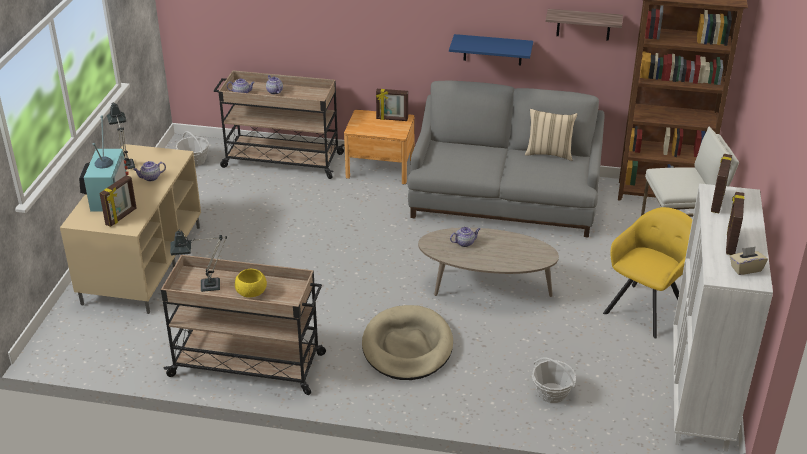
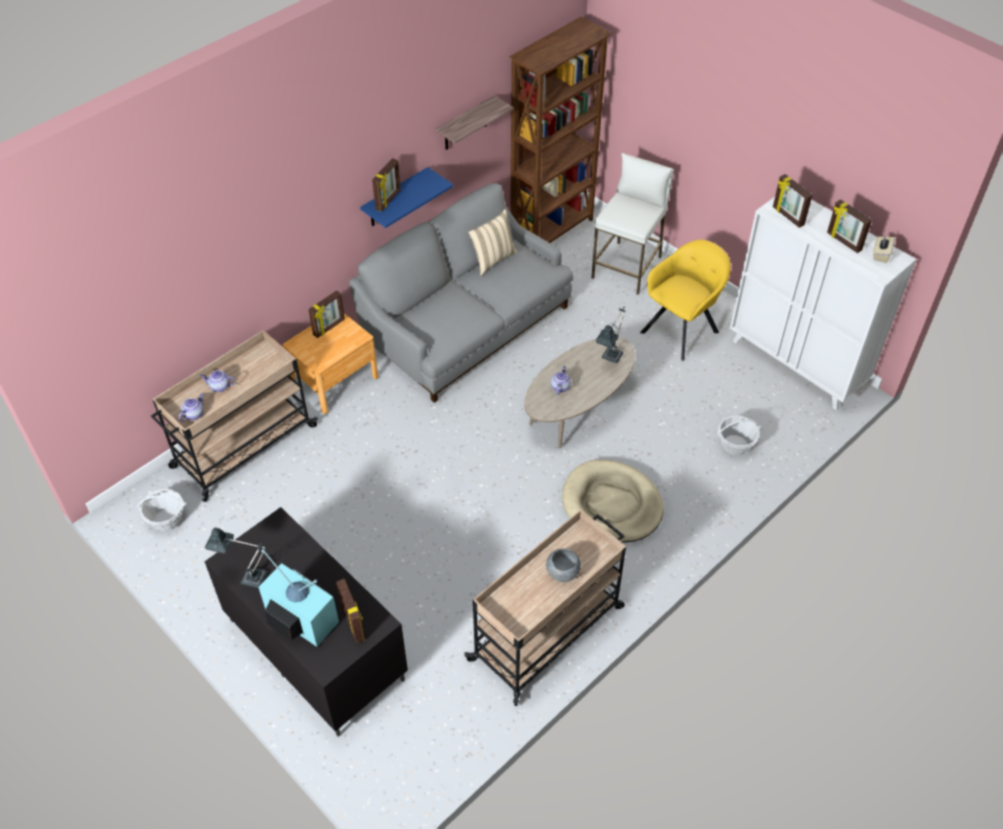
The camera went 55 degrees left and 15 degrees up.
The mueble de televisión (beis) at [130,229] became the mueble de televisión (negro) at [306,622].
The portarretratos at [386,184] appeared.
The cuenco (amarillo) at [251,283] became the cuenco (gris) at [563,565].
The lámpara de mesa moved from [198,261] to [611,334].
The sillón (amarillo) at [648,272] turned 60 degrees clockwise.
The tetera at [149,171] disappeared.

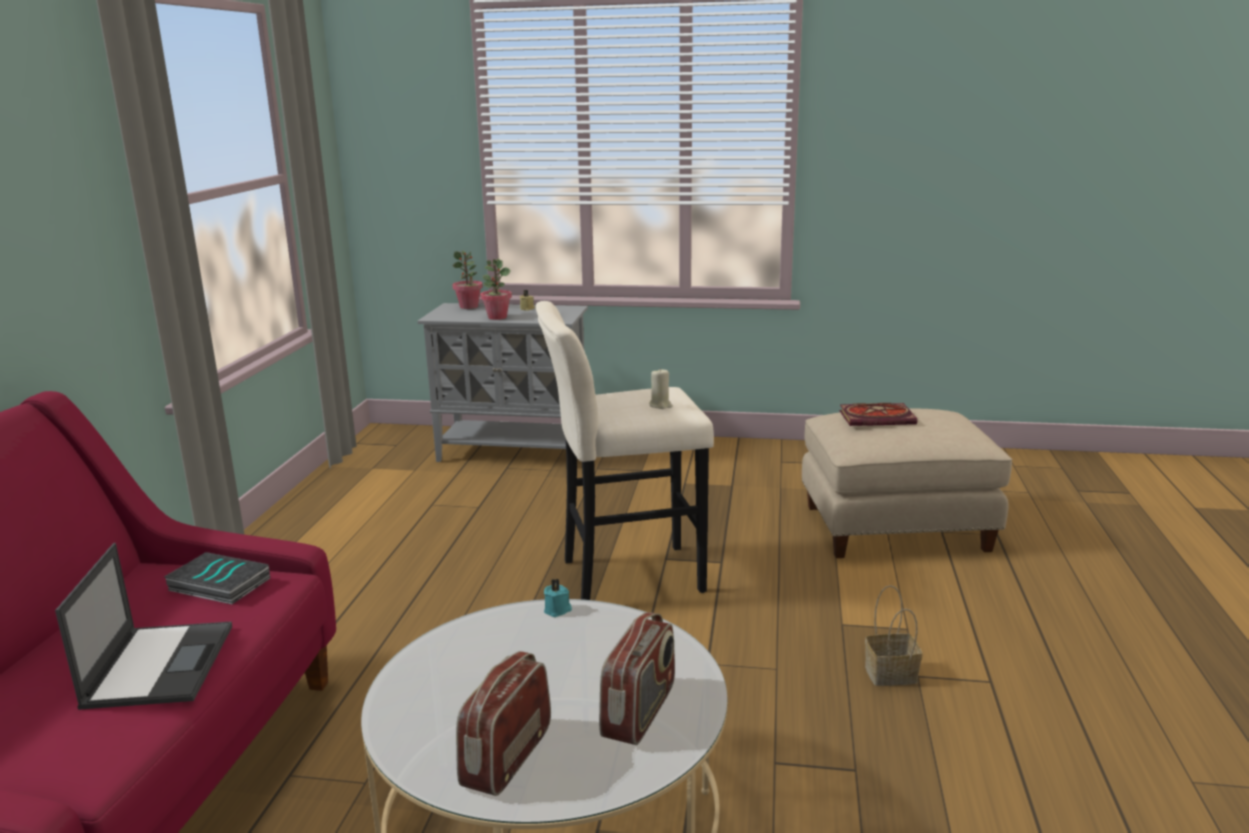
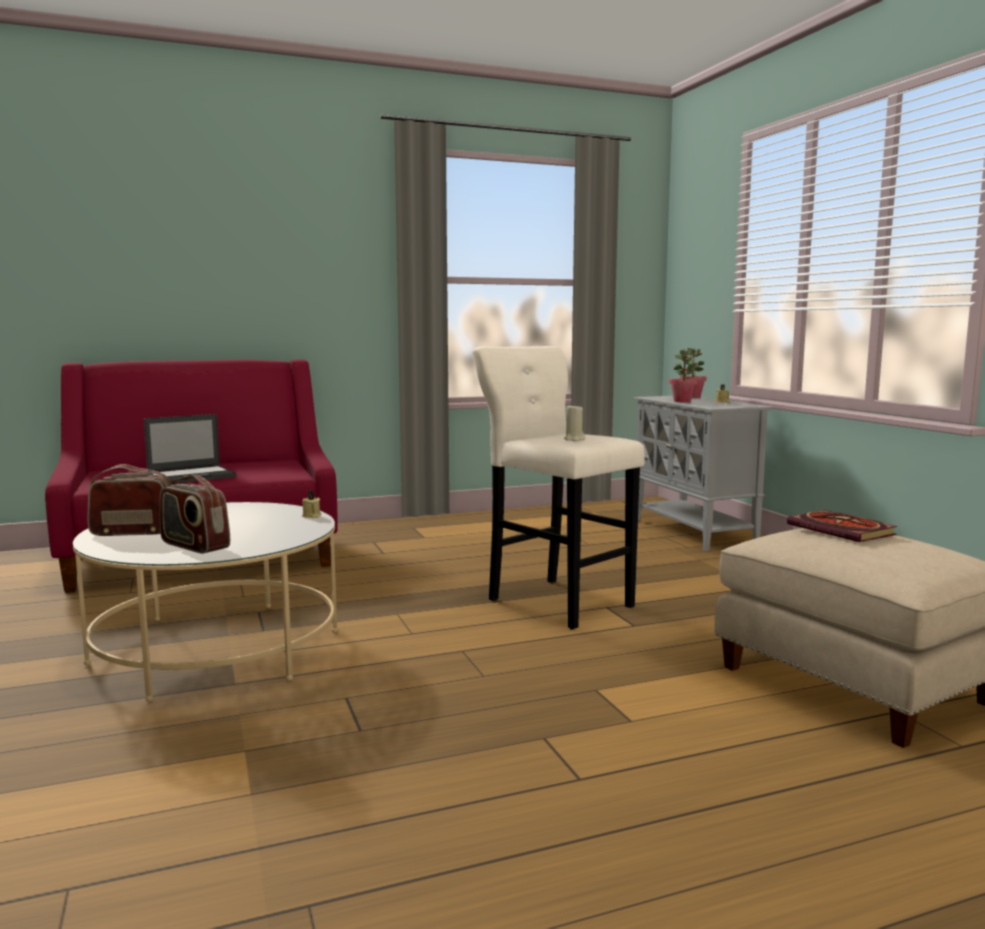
The camera went 60 degrees right and 10 degrees down.
The radio at [637,678] turned 45 degrees clockwise.
The vela (turquesa) at [558,598] became the vela (beis) at [312,504].
The libro at [217,578] disappeared.
The cesta at [893,635] disappeared.

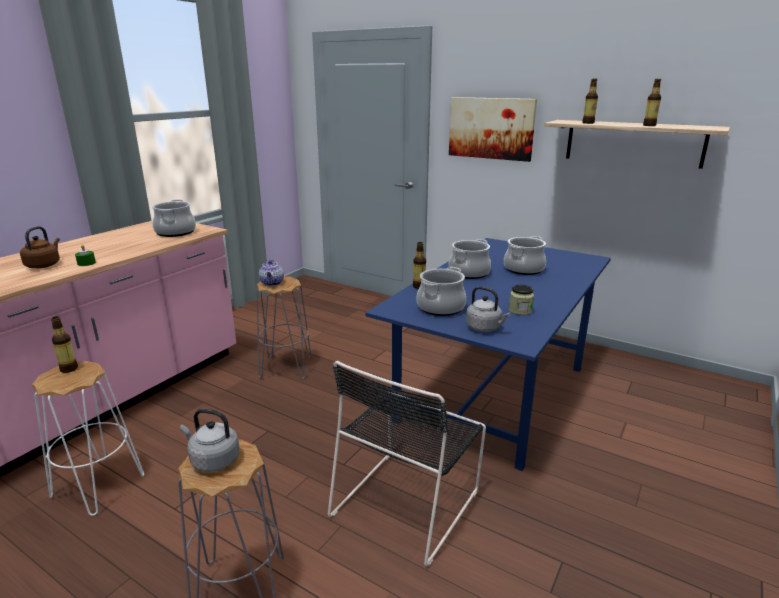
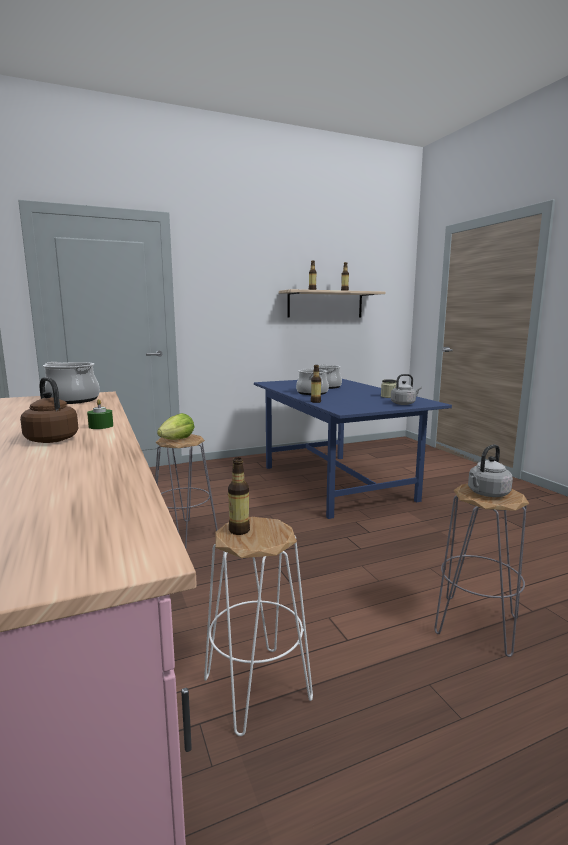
The camera went 55 degrees left and 10 degrees down.
The tetera at [271,273] was replaced by the lechuga at [175,426].
The silla (negro) at [407,463] disappeared.
The olla at [441,291] disappeared.
The cuadro at [493,129] disappeared.

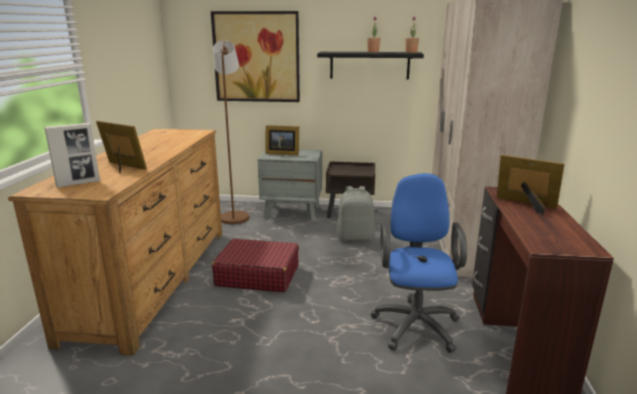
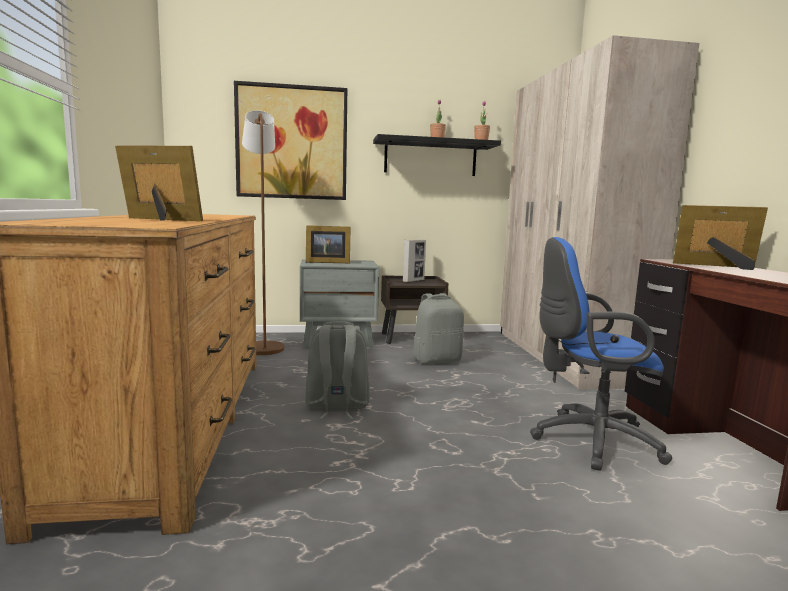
The camera went 15 degrees left and 10 degrees down.
The maleta (rojo) at [255,265] was replaced by the mochila (gris) at [337,370].
The portarretratos moved from [72,155] to [414,260].
The silla de oficina (azul) at [419,263] turned 75 degrees counterclockwise.

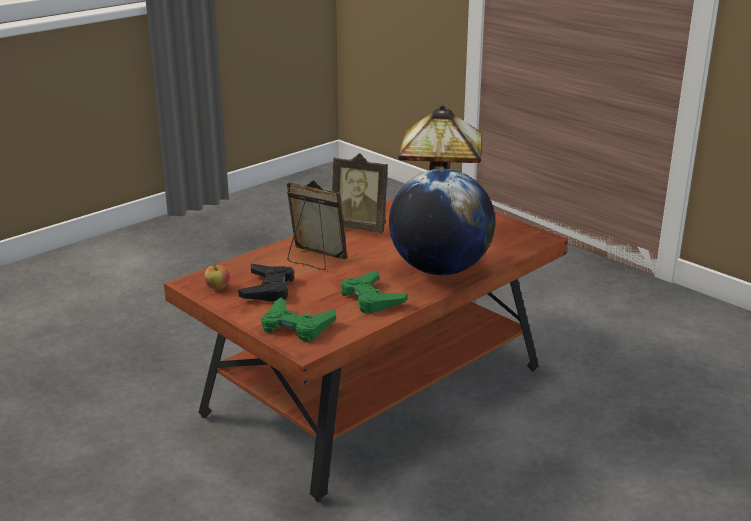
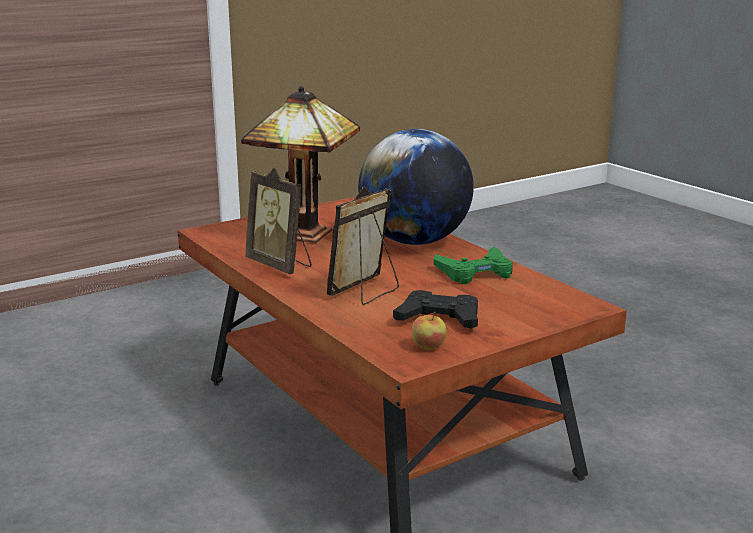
The camera went 80 degrees left and 5 degrees down.
The portarretratos at [360,193] turned 105 degrees clockwise.
The mando de consola (verde) at [299,319] disappeared.

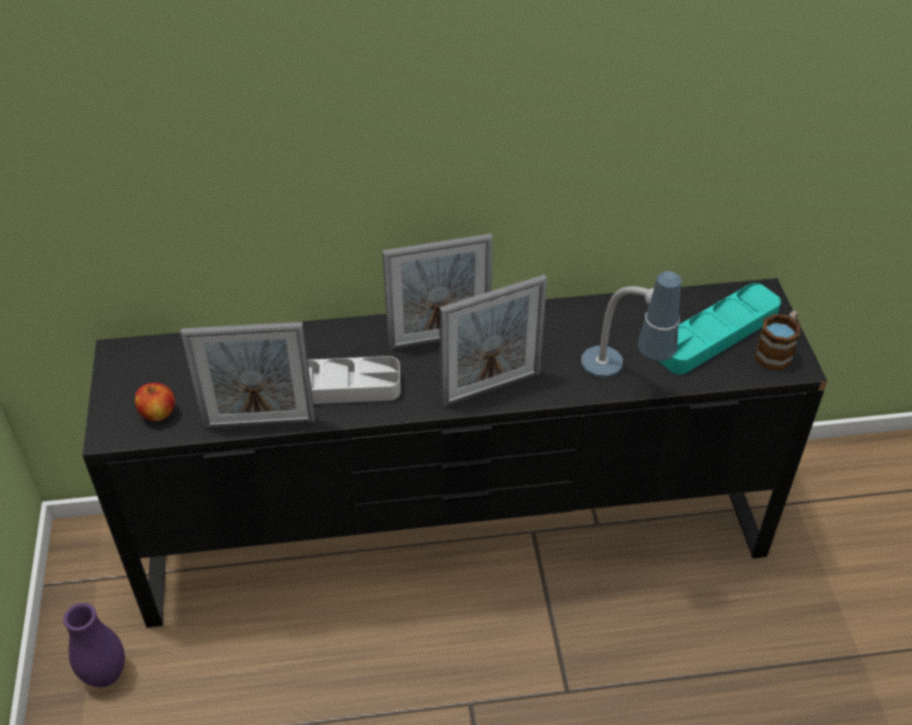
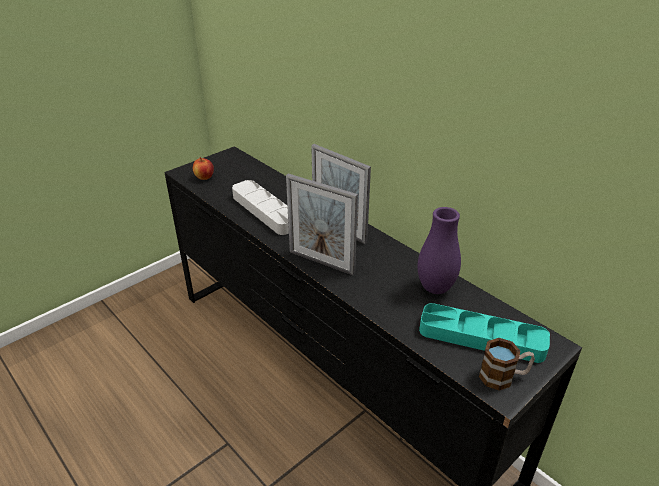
The camera went 55 degrees right and 10 degrees down.
The florero (morado) moved from [94,645] to [439,250].
The portarretratos at [248,375] disappeared.
The lámpara de mesa at [631,324] disappeared.

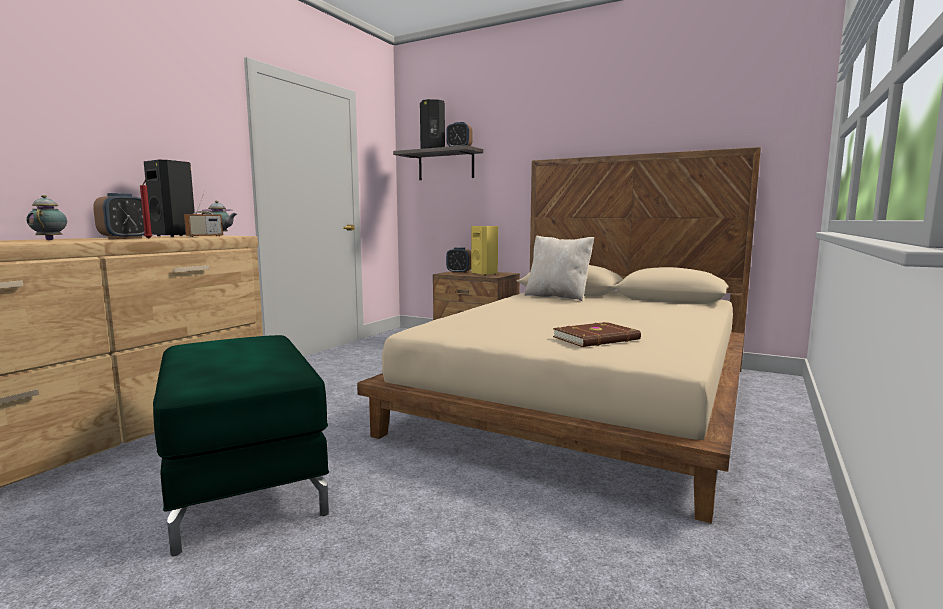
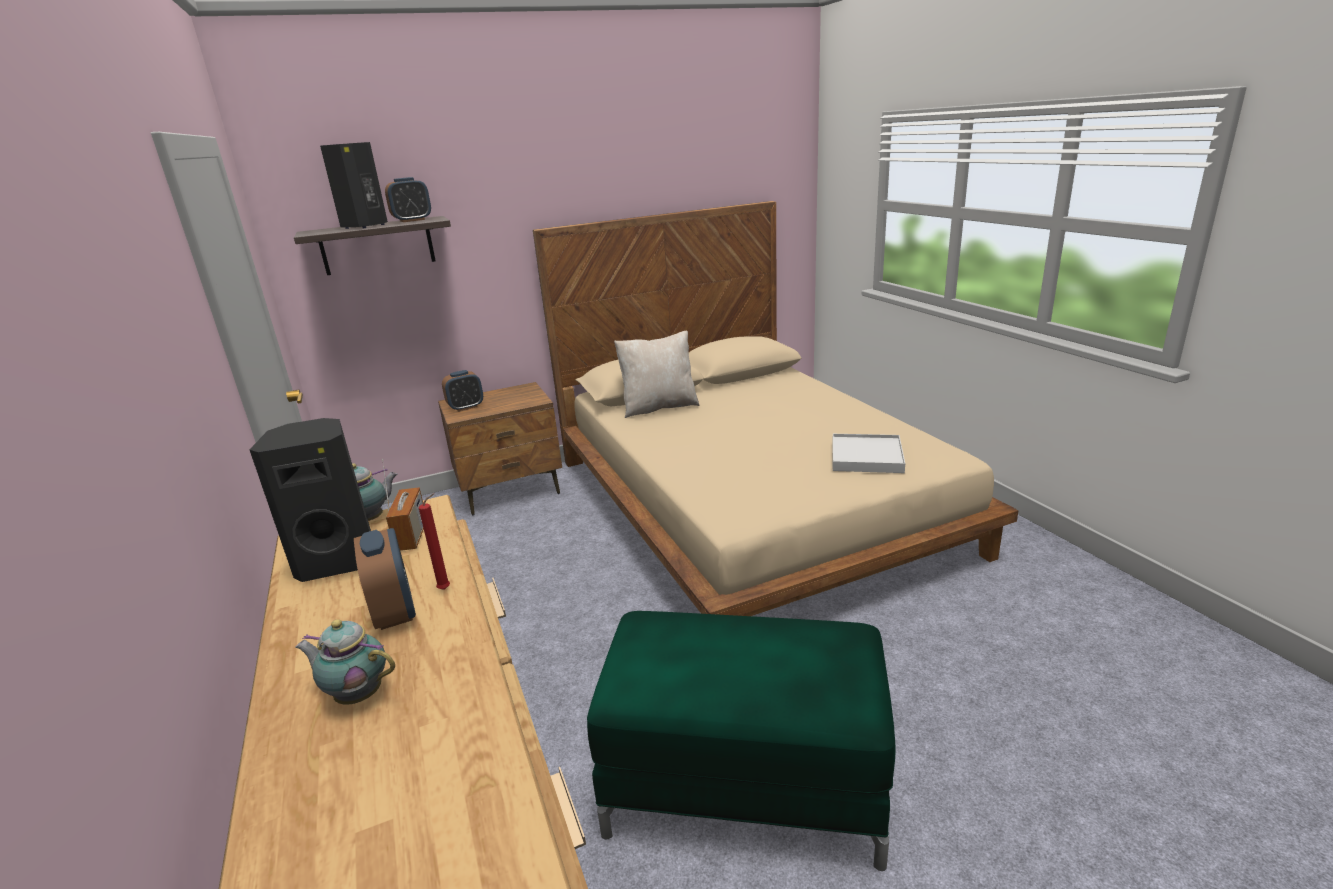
The camera went 50 degrees left and 15 degrees up.
The libro (marrón) at [597,334] was replaced by the bandeja (blanco) at [868,453].
The altavoz (amarillo) at [484,251] disappeared.

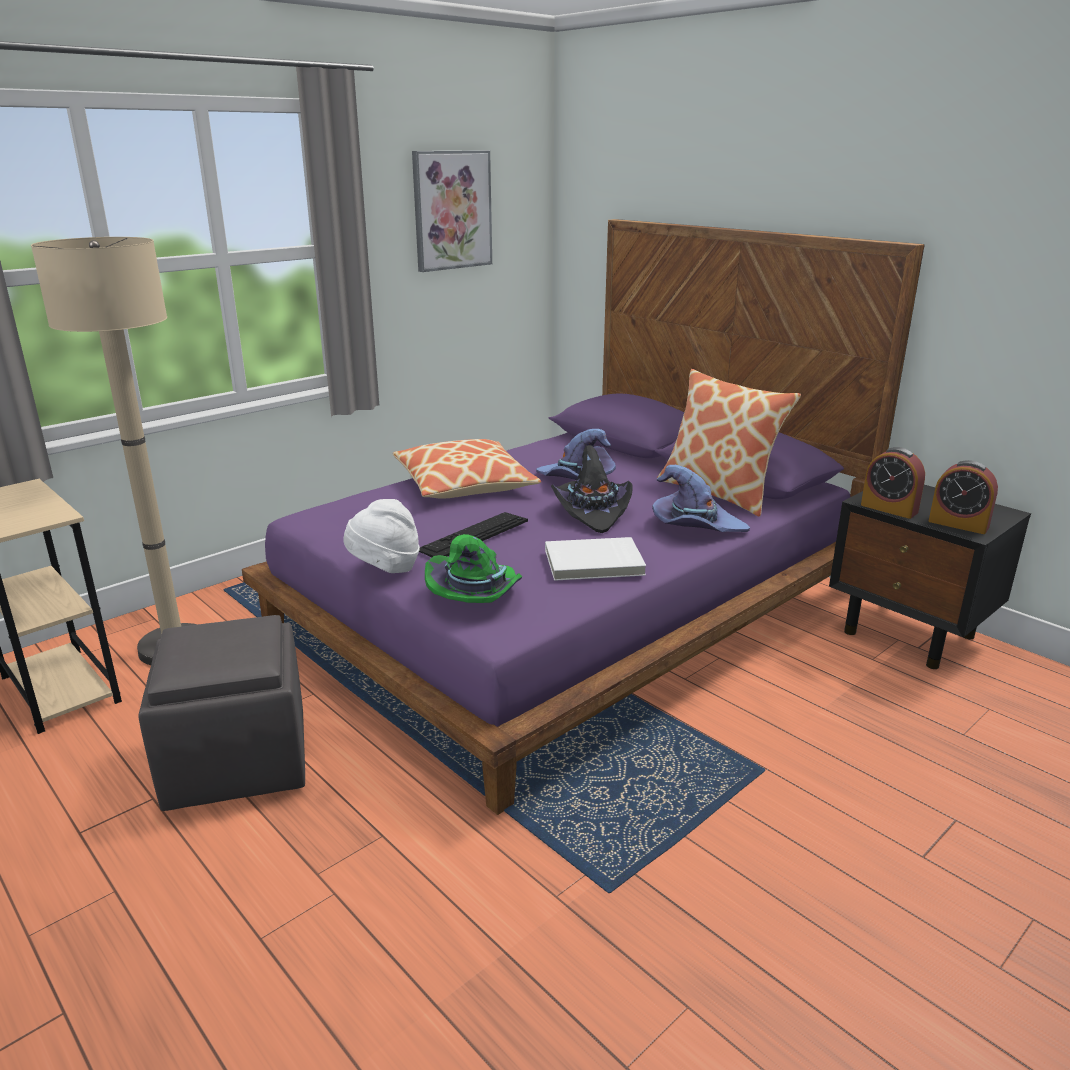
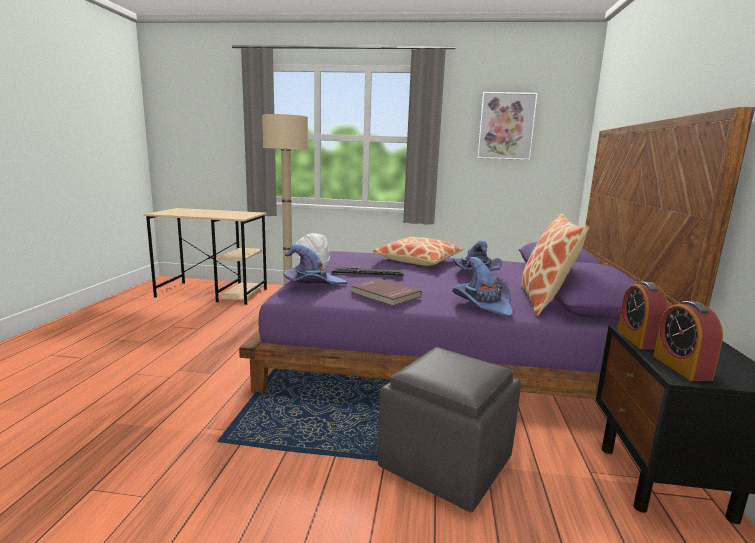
The camera went 50 degrees right and 10 degrees down.
The sombrero (verde) at [473,568] became the sombrero (morado) at [315,264].
The libro (blanco) at [595,559] became the libro (rojo) at [386,292].
The puf (gris) moved from [221,713] to [449,429].
The sombrero (negro) at [592,489] disappeared.

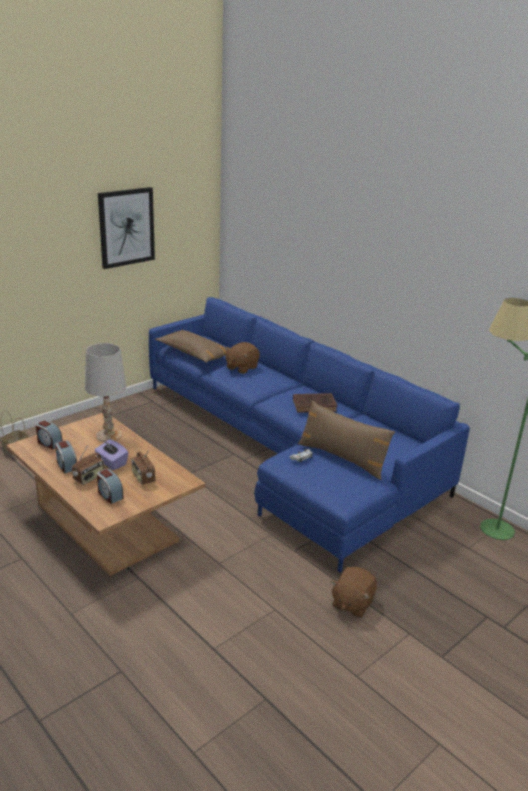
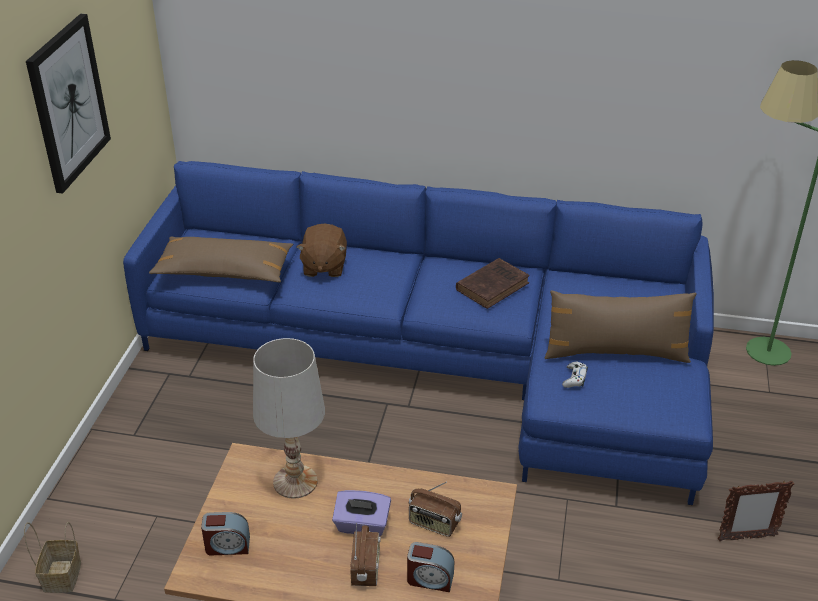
The camera went 35 degrees left and 10 degrees up.
The peluche (marrón) at [354,592] was replaced by the portarretratos at [756,511].
The despertador at [66,457] disappeared.

